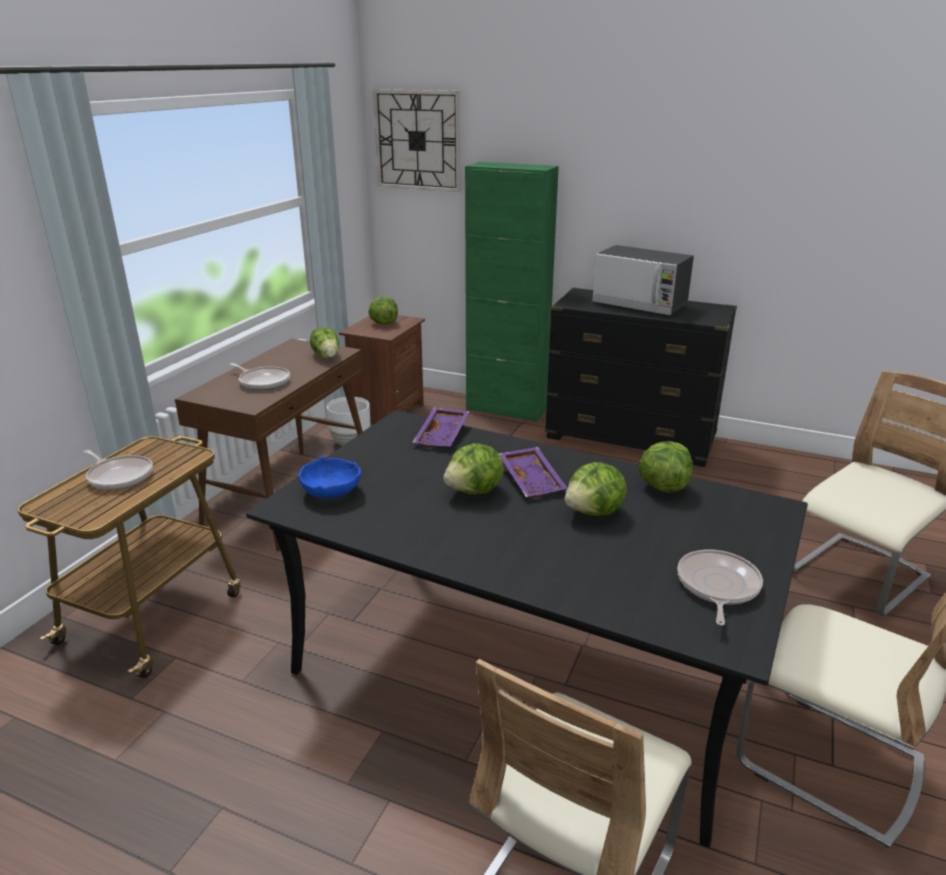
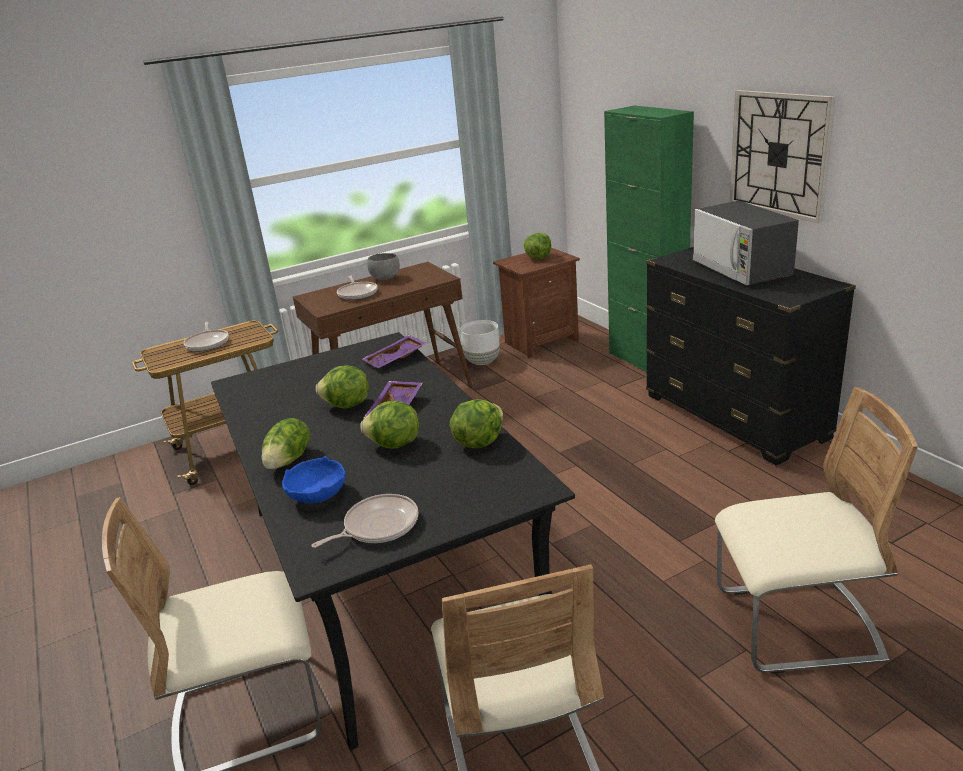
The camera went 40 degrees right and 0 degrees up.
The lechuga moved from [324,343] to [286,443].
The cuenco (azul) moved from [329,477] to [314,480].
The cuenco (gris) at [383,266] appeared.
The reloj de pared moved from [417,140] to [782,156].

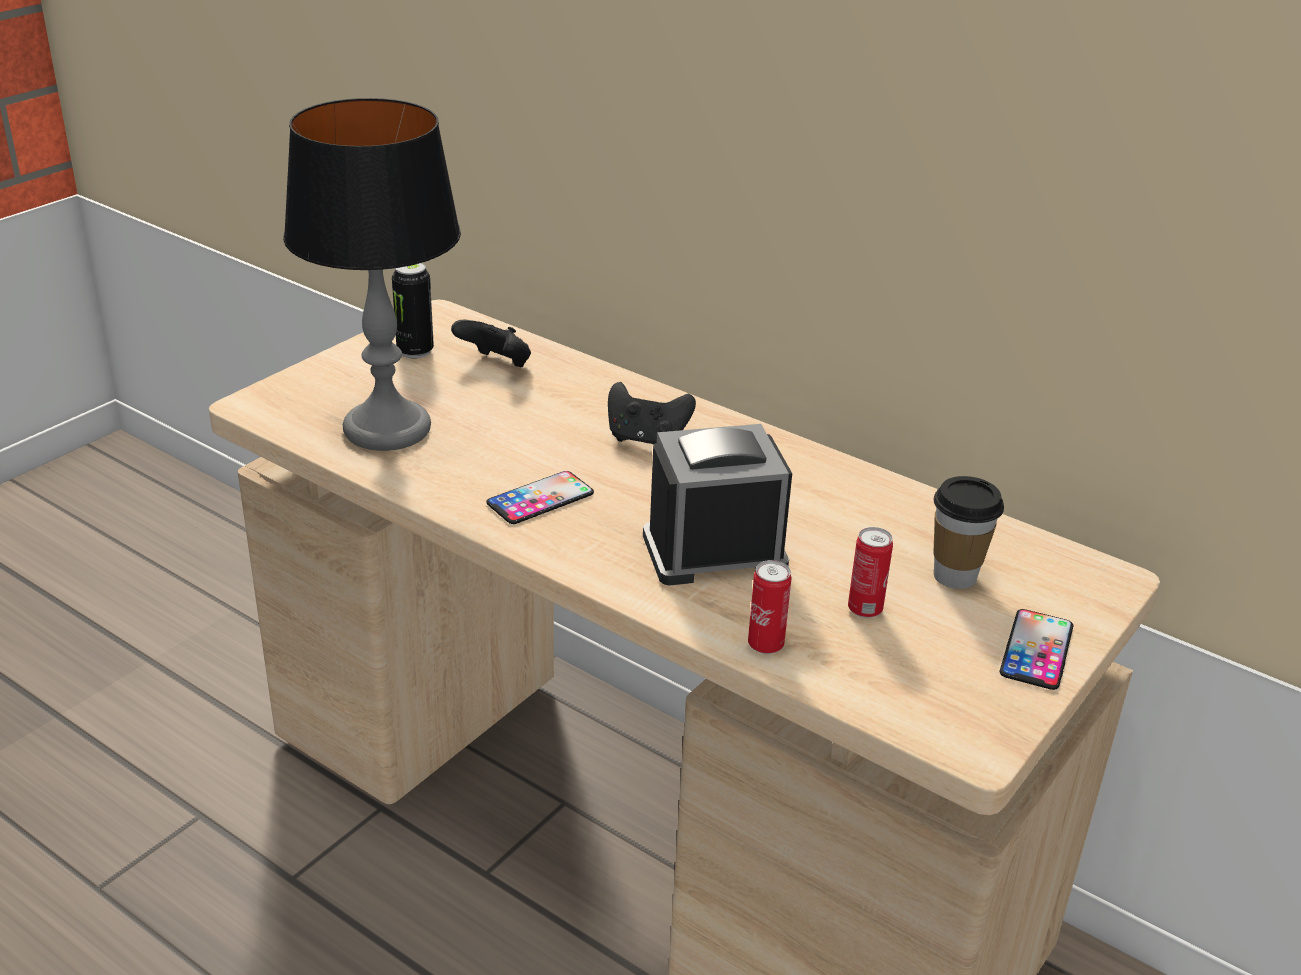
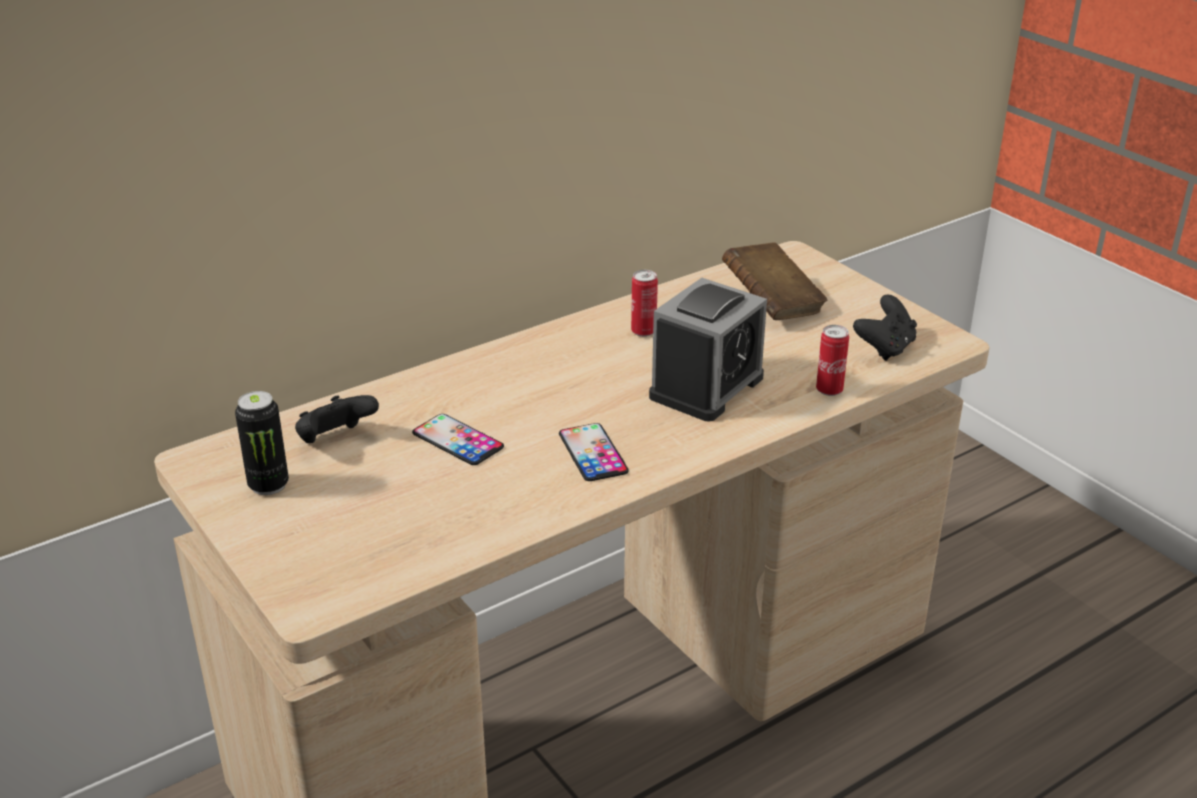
The camera went 70 degrees left and 0 degrees up.
The móvil moved from [1036,649] to [458,439].
The lata moved from [870,572] to [644,303].
The despertador at [717,504] turned 150 degrees counterclockwise.
The taza at [968,532] was replaced by the libro (marrón) at [774,281].
The mando de consola (negro) moved from [652,413] to [885,328].
The lámpara de mesa at [372,274] disappeared.

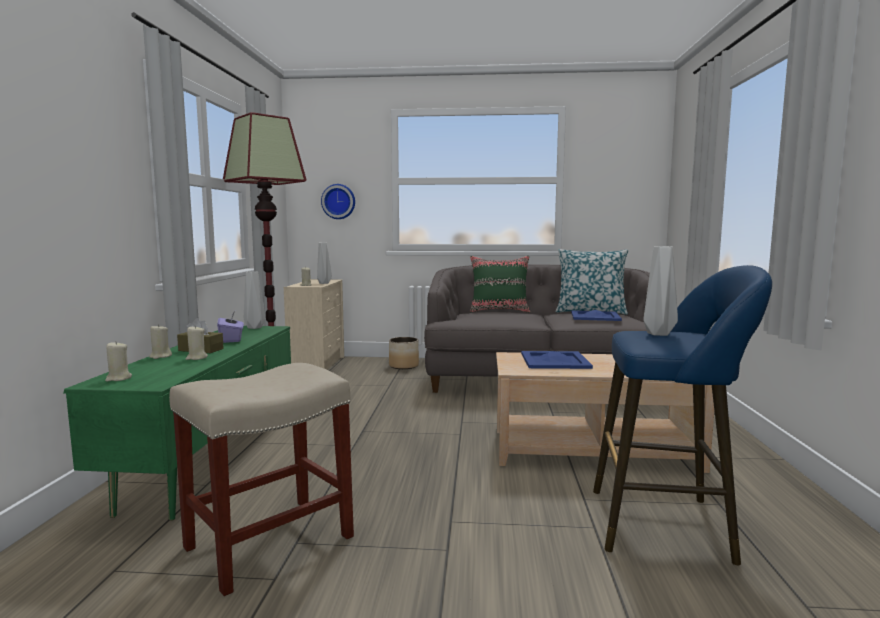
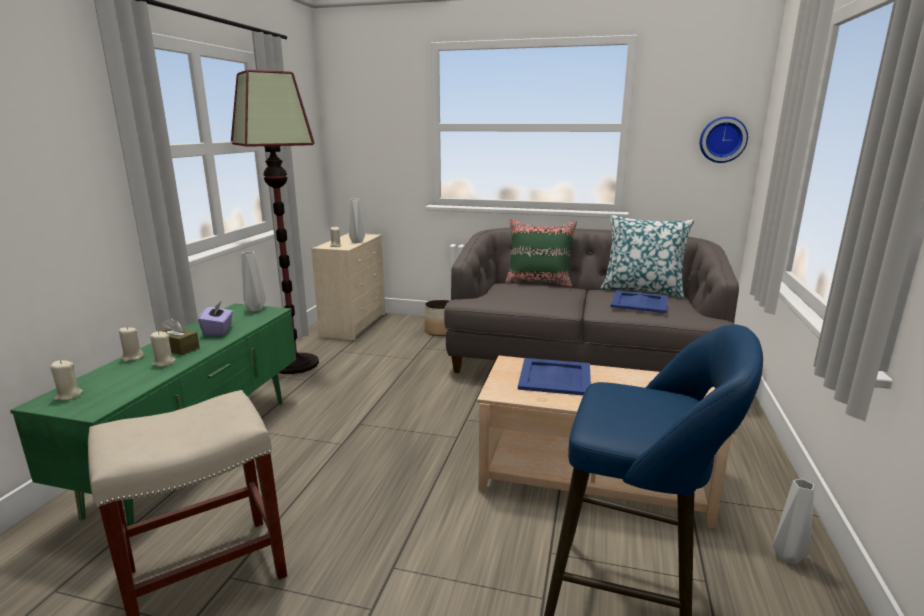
The camera went 10 degrees right and 10 degrees up.
The reloj de pared moved from [338,201] to [724,140].
The florero (gris) moved from [660,291] to [793,521].

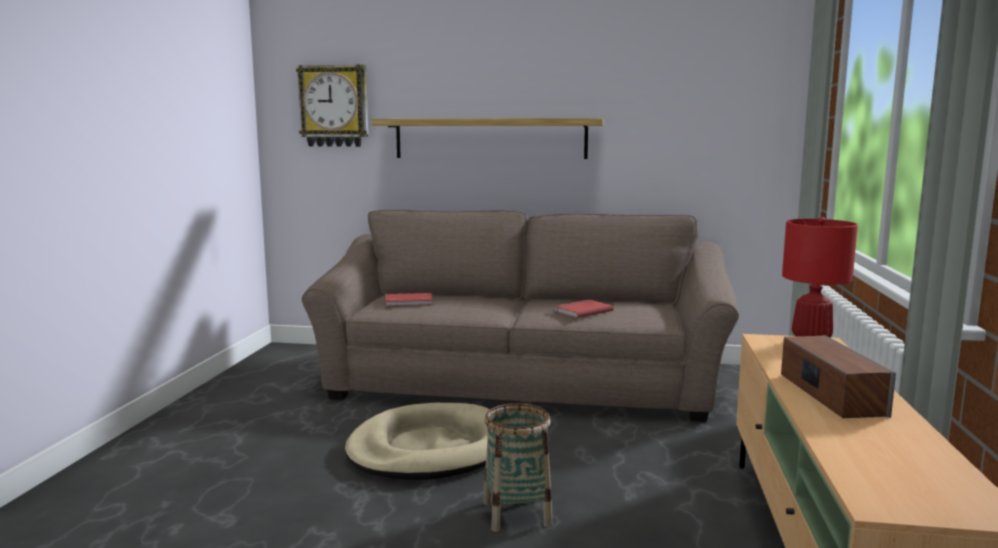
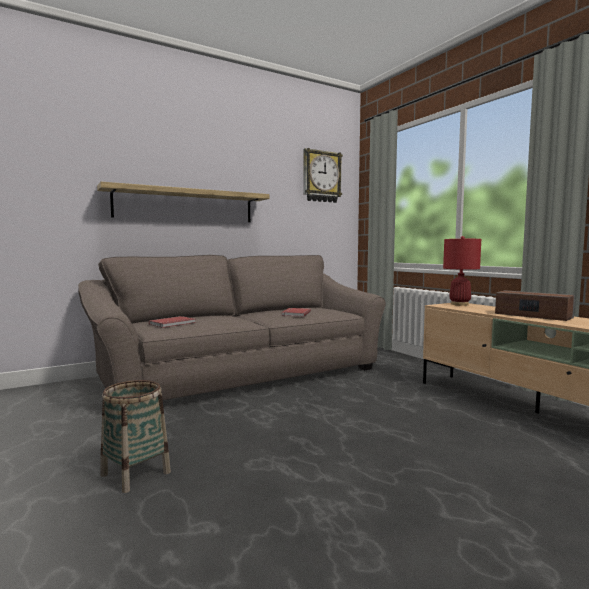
The camera went 40 degrees left and 5 degrees down.
The cesta moved from [518,467] to [135,436].
The reloj de pared moved from [332,105] to [323,175].
The cama para perro (beis) at [417,441] disappeared.

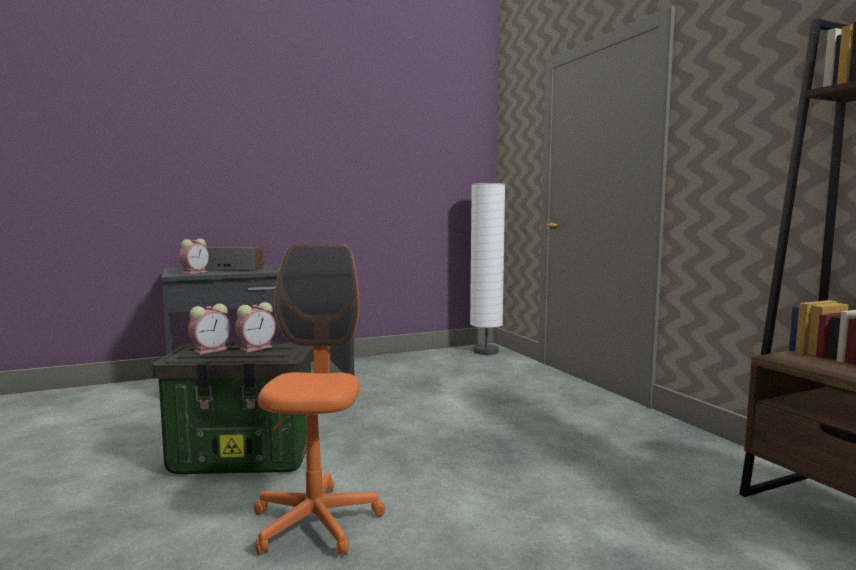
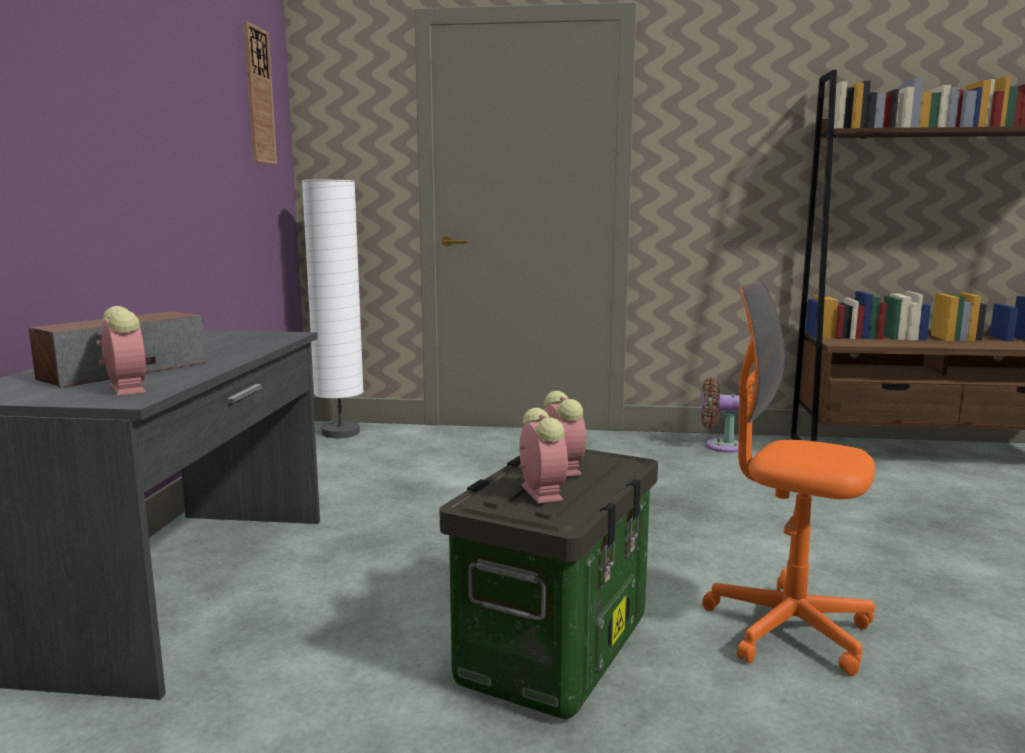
The camera went 60 degrees left and 5 degrees up.
The reloj de pared at [260,93] appeared.
The ventilador (marrón) at [720,415] appeared.

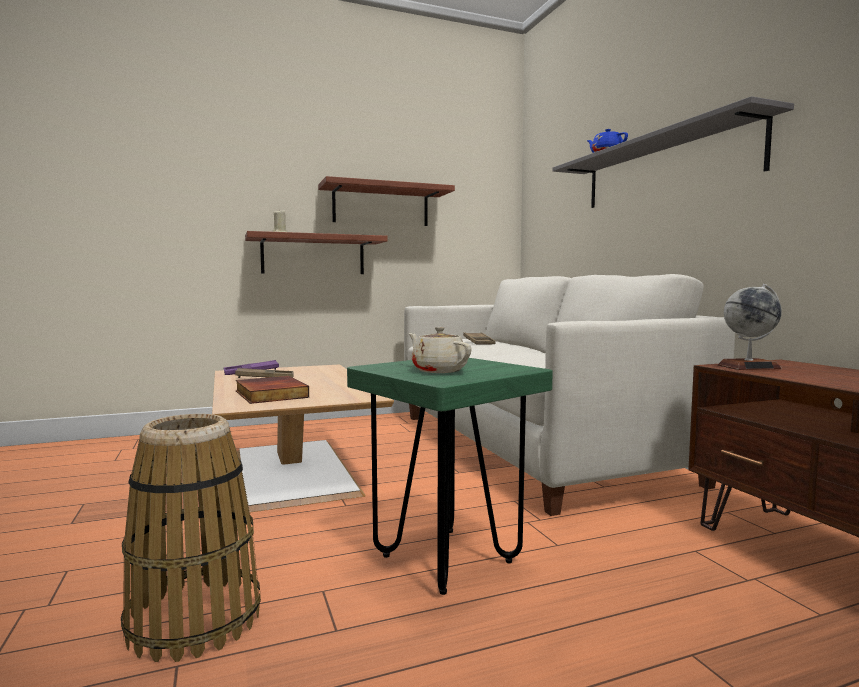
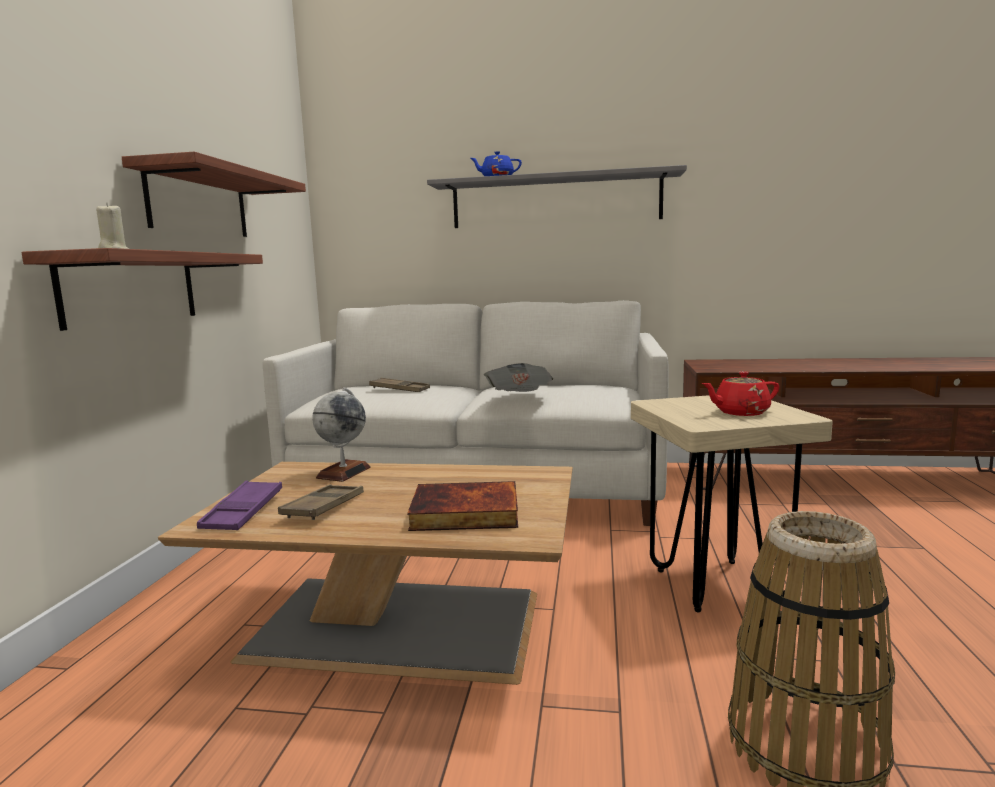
The camera went 60 degrees left and 5 degrees up.
The globo terráqueo moved from [750,327] to [341,434].
The periódico at [518,377] appeared.
The taburete (verde) at [450,476] became the taburete (beis) at [732,503].
The tetera (beis) at [440,350] became the tetera (rojo) at [740,393].

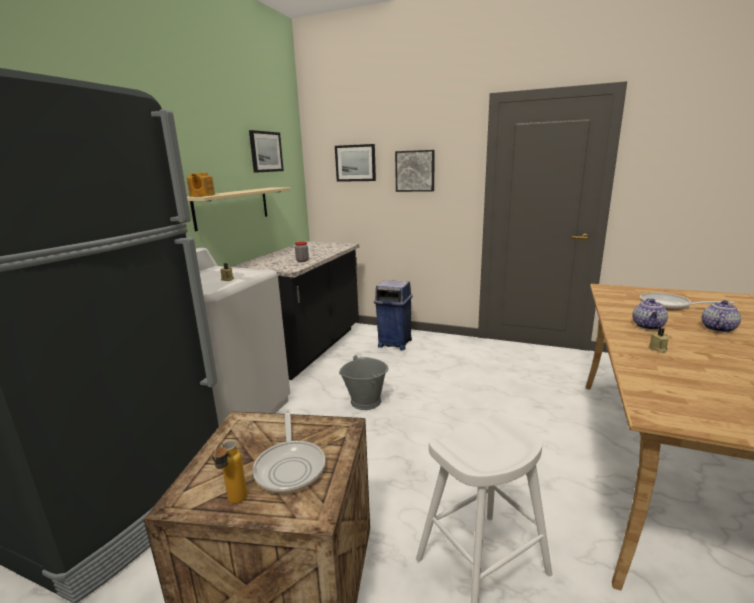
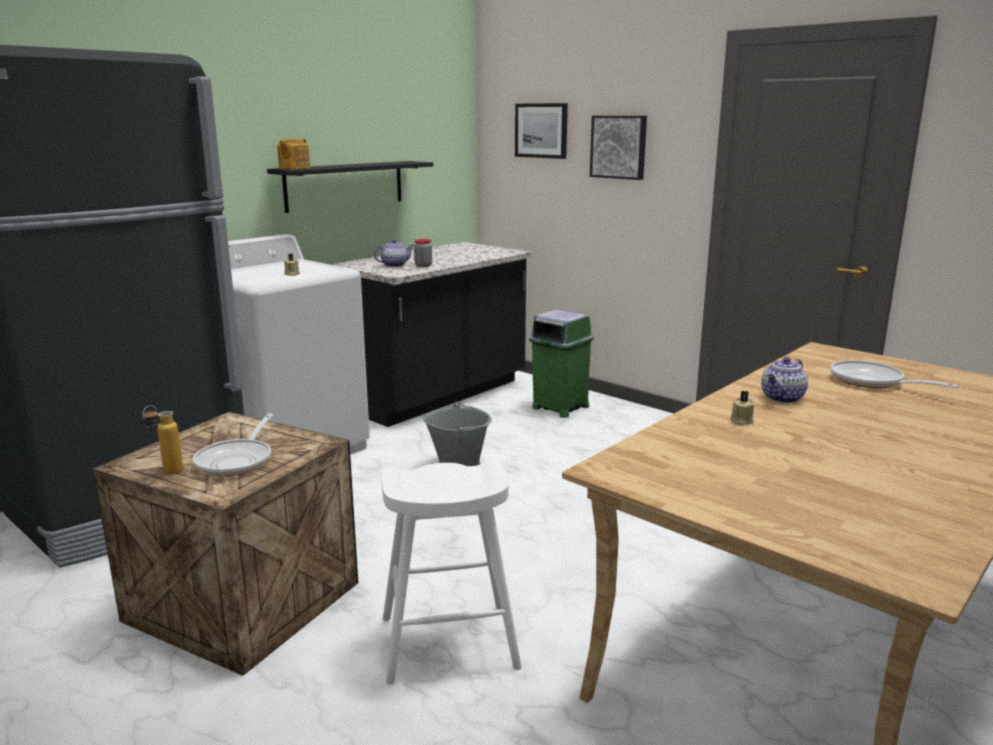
The camera went 20 degrees right and 0 degrees up.
The estante (beis) at [239,209] became the estante (negro) at [350,187].
The tetera moved from [721,316] to [393,253].
The papelera (azul) at [393,315] became the papelera (verde) at [561,363].
The cuadro at [266,151] disappeared.

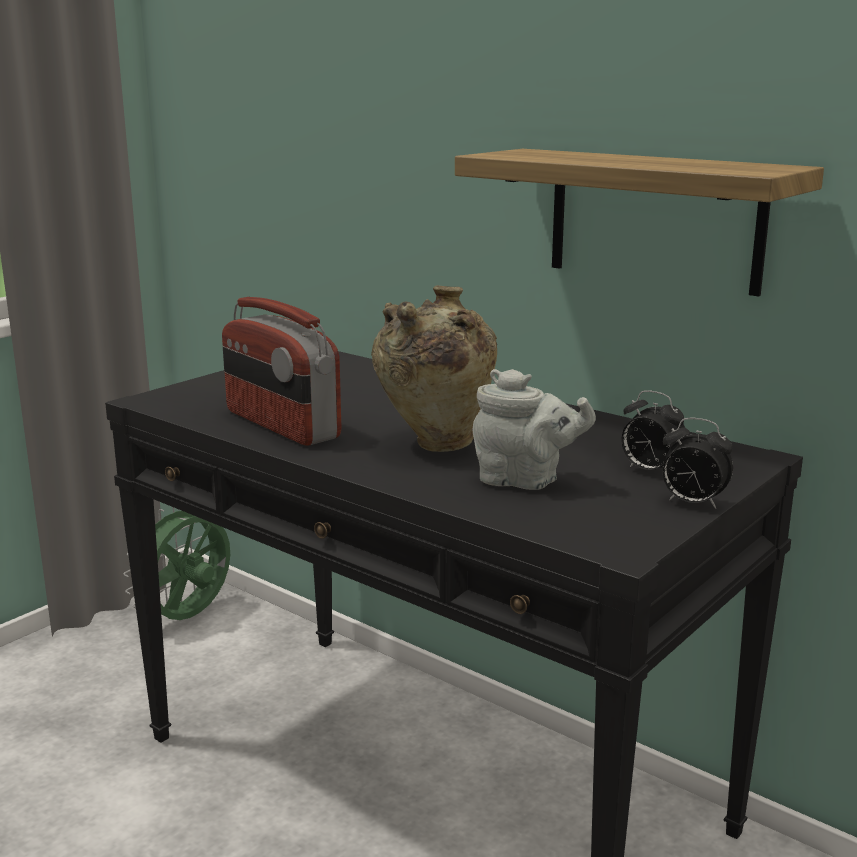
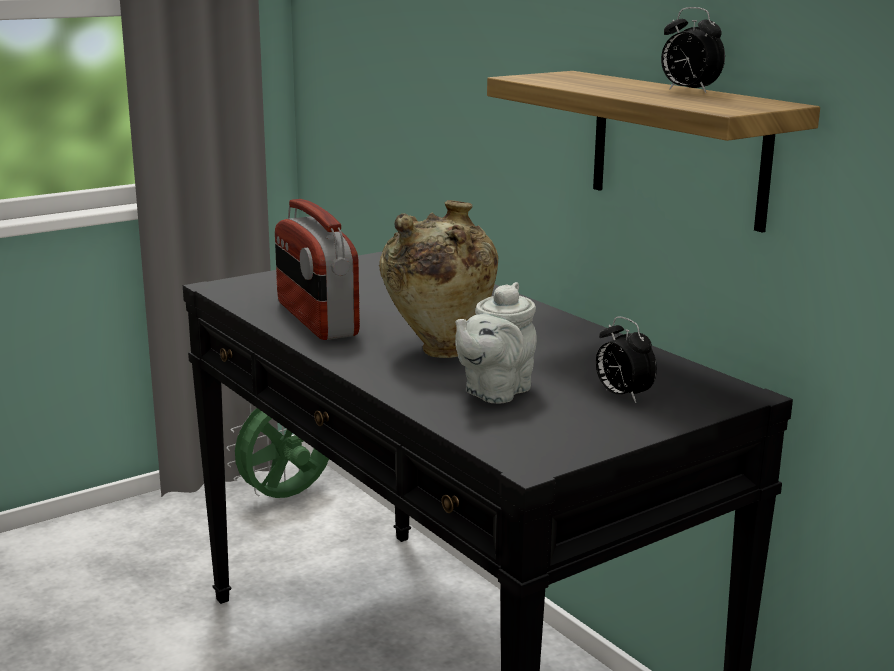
The camera went 15 degrees right and 0 degrees up.
The tetera (gris) at [534,429] turned 90 degrees clockwise.
The despertador moved from [698,463] to [693,50].

